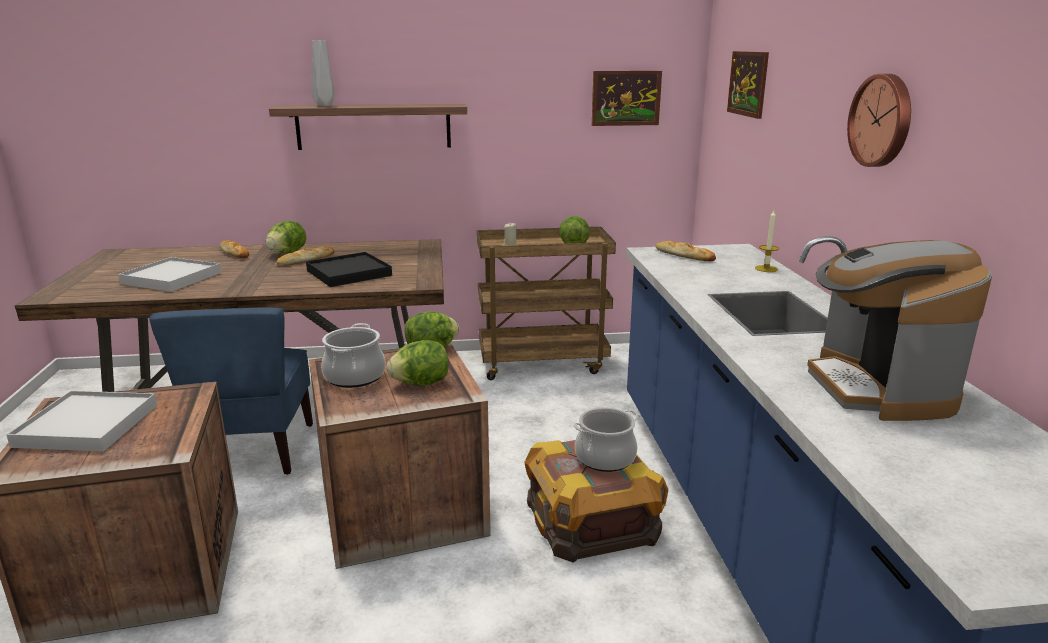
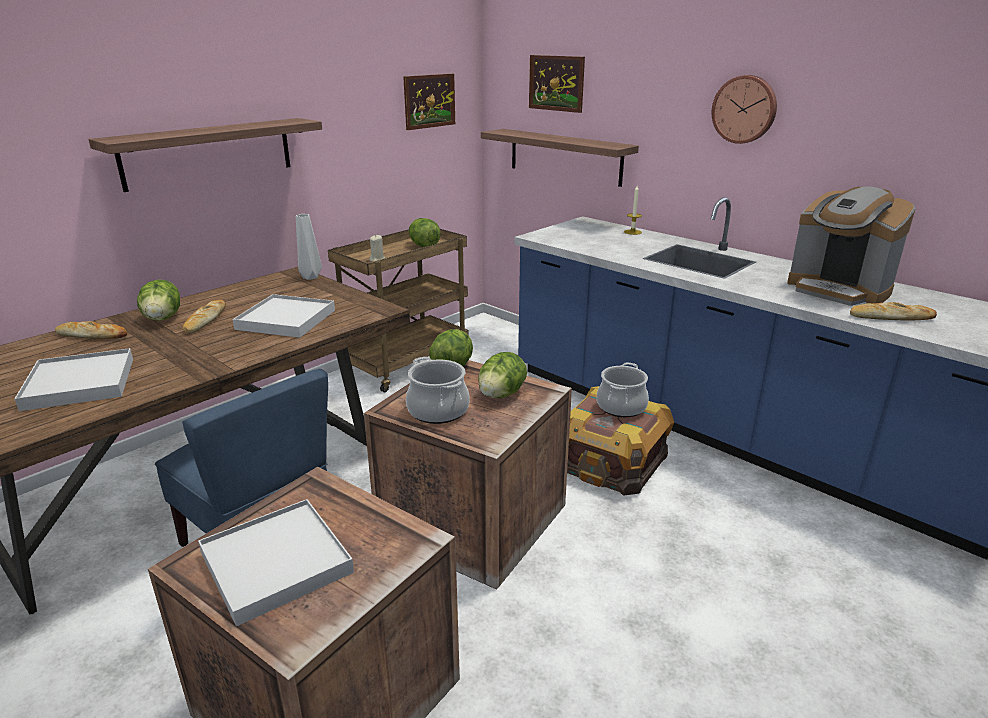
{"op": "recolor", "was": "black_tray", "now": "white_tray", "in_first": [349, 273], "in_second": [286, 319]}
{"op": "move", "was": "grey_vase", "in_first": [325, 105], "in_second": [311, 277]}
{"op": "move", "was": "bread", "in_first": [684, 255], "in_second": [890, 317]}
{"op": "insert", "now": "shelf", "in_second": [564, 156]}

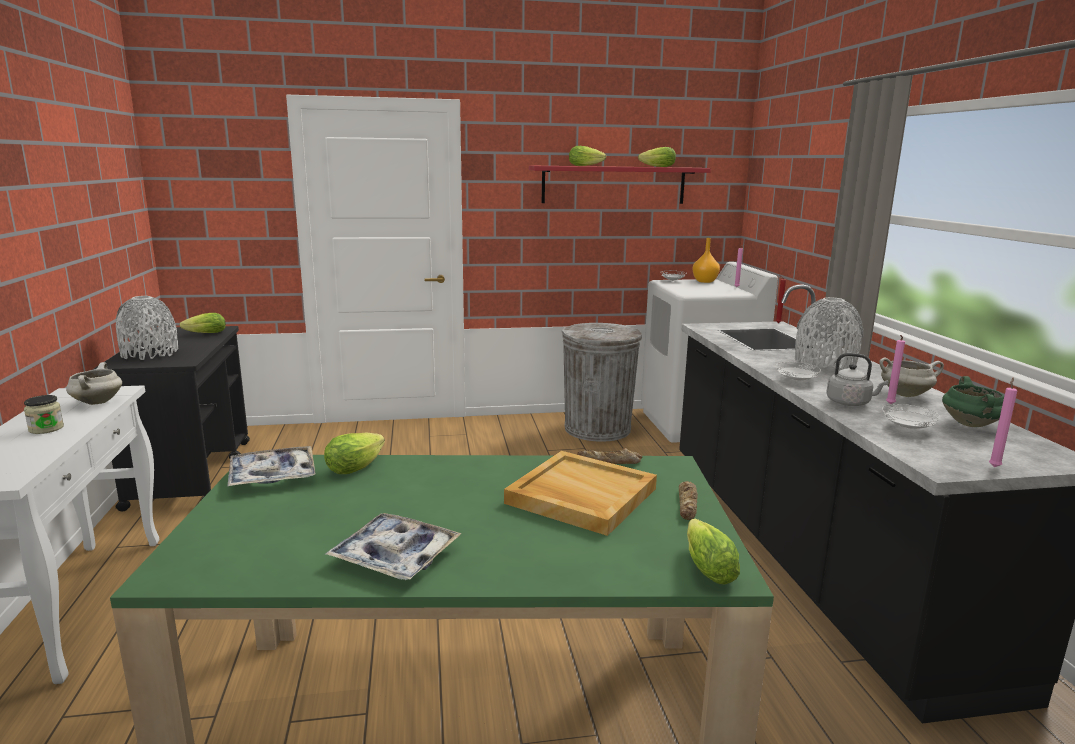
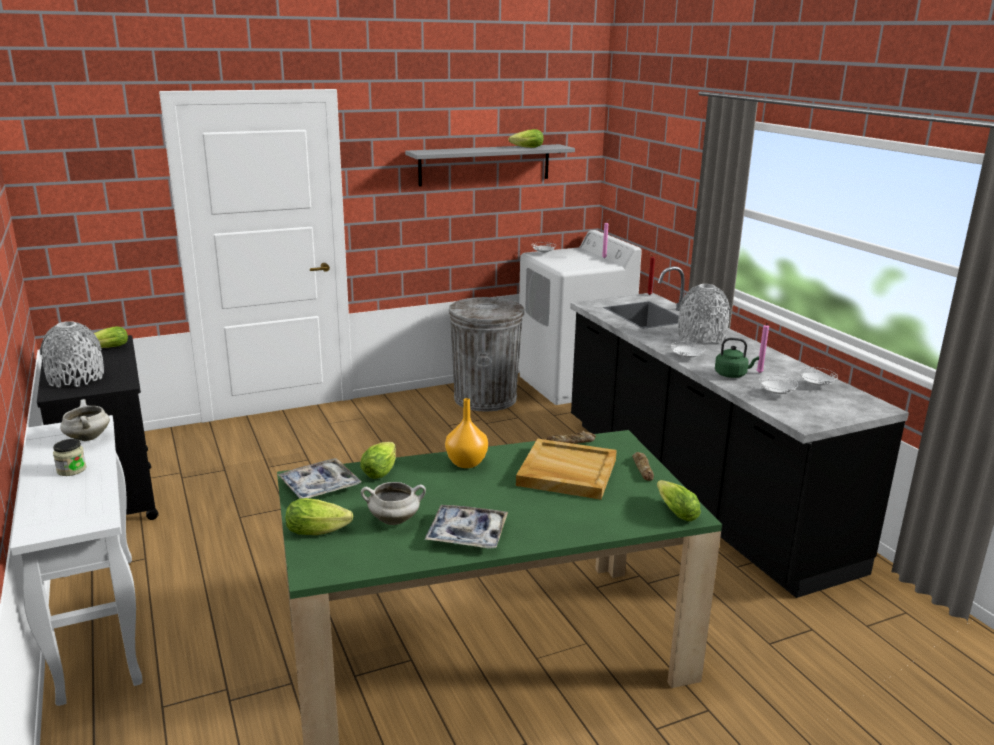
{"op": "recolor", "was": "red_shelf", "now": "grey_shelf", "in_first": [613, 185], "in_second": [485, 164]}
{"op": "move", "was": "lettuce", "in_first": [587, 166], "in_second": [320, 530]}
{"op": "move", "was": "orange_vase", "in_first": [704, 281], "in_second": [465, 463]}
{"op": "recolor", "was": "grey_kettle", "now": "green_kettle", "in_first": [850, 403], "in_second": [732, 375]}
{"op": "move", "was": "white_cooking_pot", "in_first": [906, 394], "in_second": [394, 520]}
{"op": "replace", "was": "green_cooking_pot", "now": "white_plate", "in_first": [971, 425], "in_second": [816, 385]}
{"op": "delete", "was": "pink_candle", "in_first": [994, 466]}

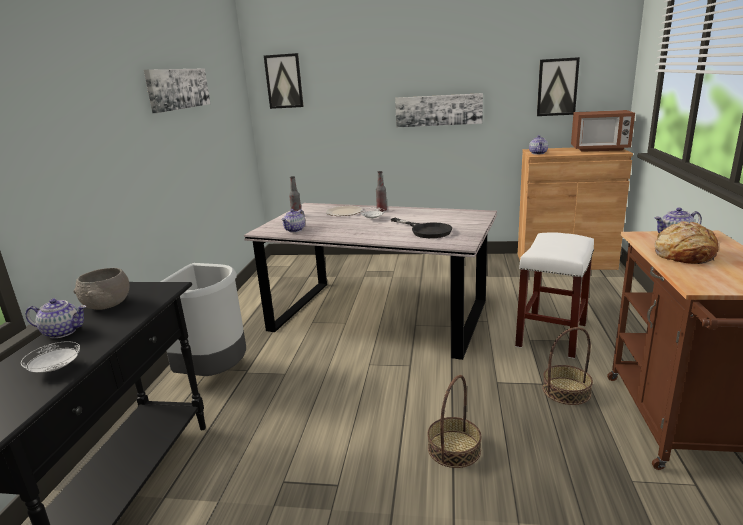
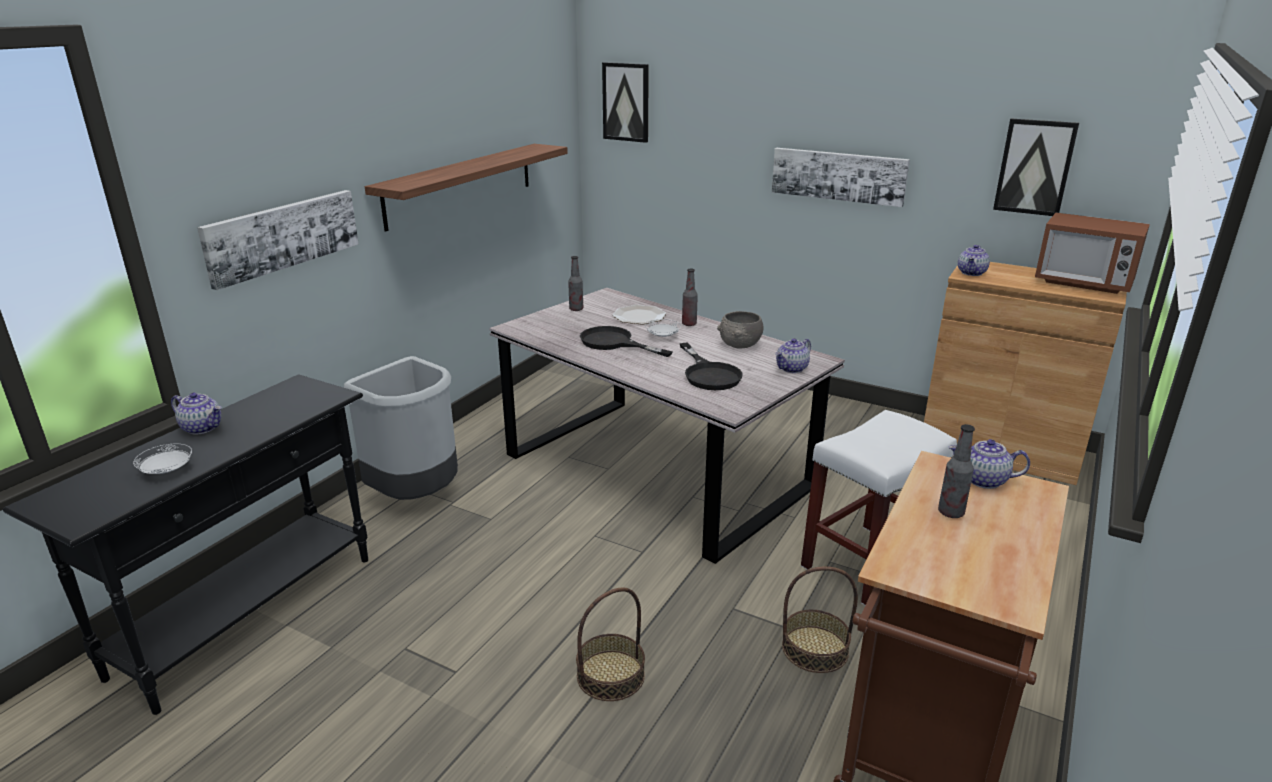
{"op": "move", "was": "grey_bowl", "in_first": [107, 305], "in_second": [740, 345]}
{"op": "move", "was": "picture", "in_first": [178, 89], "in_second": [282, 236]}
{"op": "move", "was": "teapot", "in_first": [295, 230], "in_second": [792, 369]}
{"op": "replace", "was": "bread", "now": "bottle", "in_first": [684, 254], "in_second": [950, 513]}
{"op": "insert", "now": "shelf", "in_second": [461, 184]}
{"op": "insert", "now": "black_frying_pan", "in_second": [614, 343]}

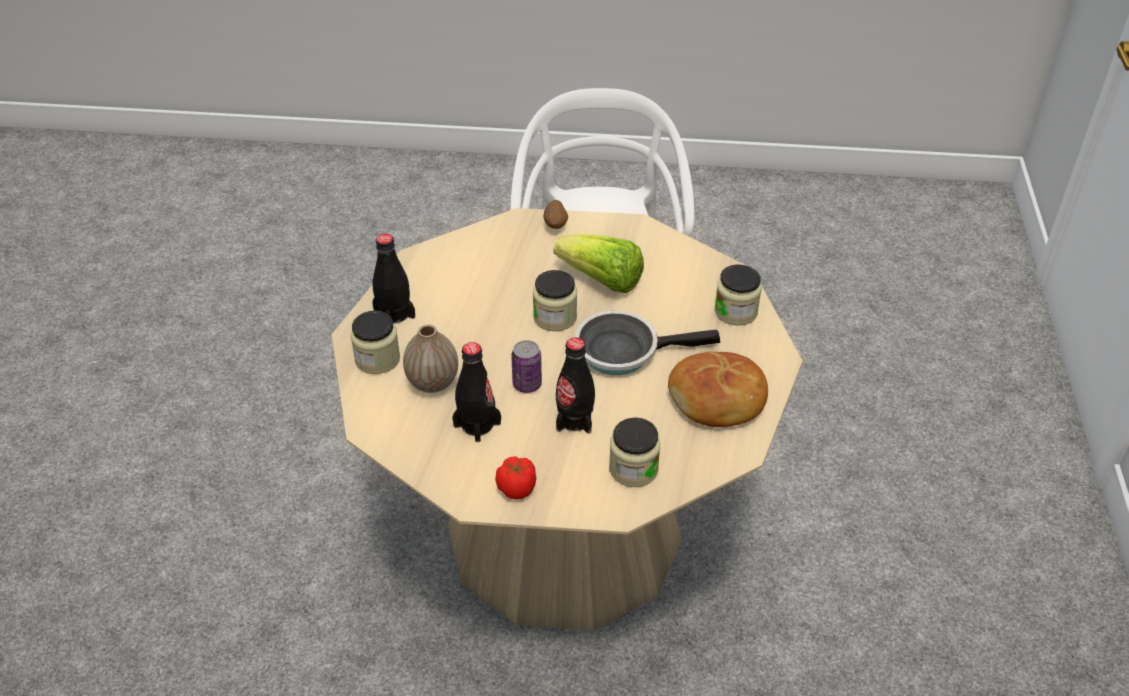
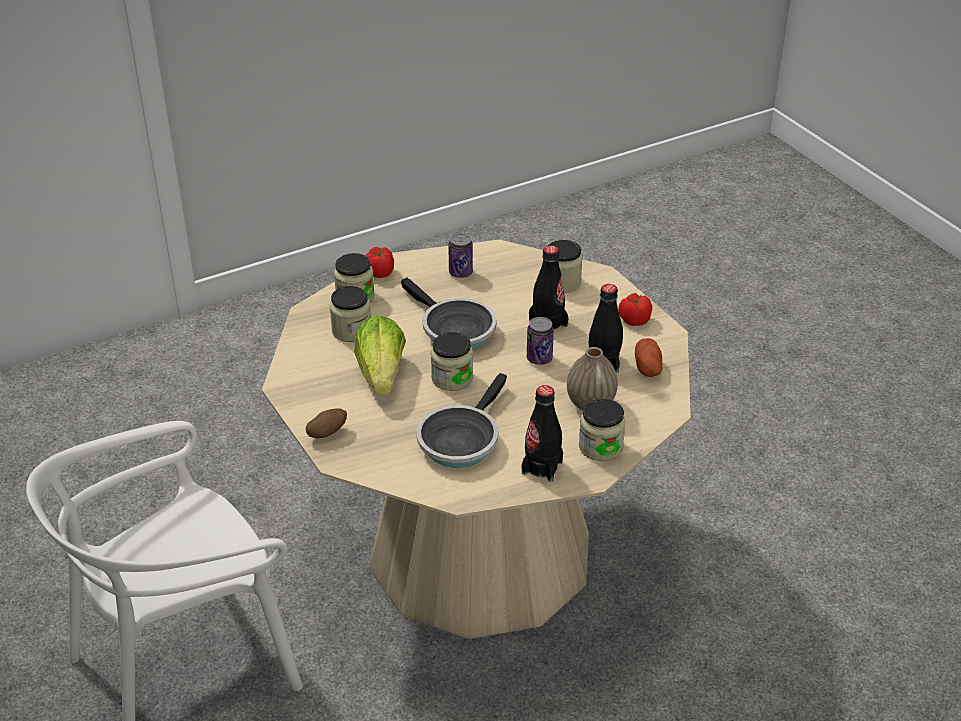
{"op": "replace", "was": "bread", "now": "can", "in_first": [718, 400], "in_second": [460, 273]}
{"op": "insert", "now": "jar", "in_second": [351, 330]}
{"op": "insert", "now": "tomato", "in_second": [380, 272]}
{"op": "insert", "now": "frying_pan", "in_second": [460, 440]}
{"op": "insert", "now": "potato", "in_second": [648, 367]}

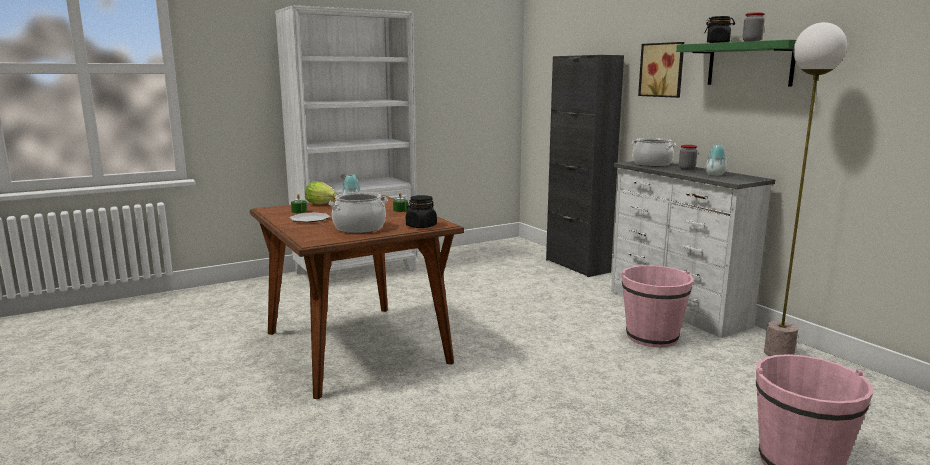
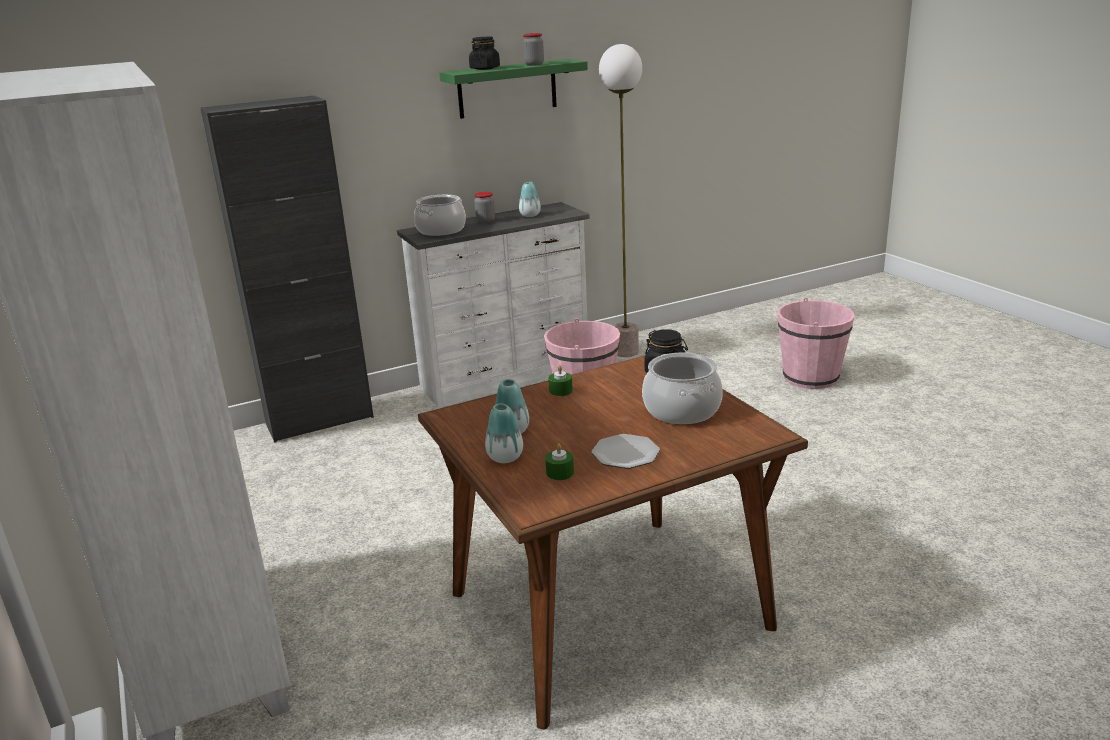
{"op": "replace", "was": "lettuce", "now": "vase", "in_first": [322, 205], "in_second": [505, 457]}
{"op": "delete", "was": "picture", "in_first": [663, 70]}

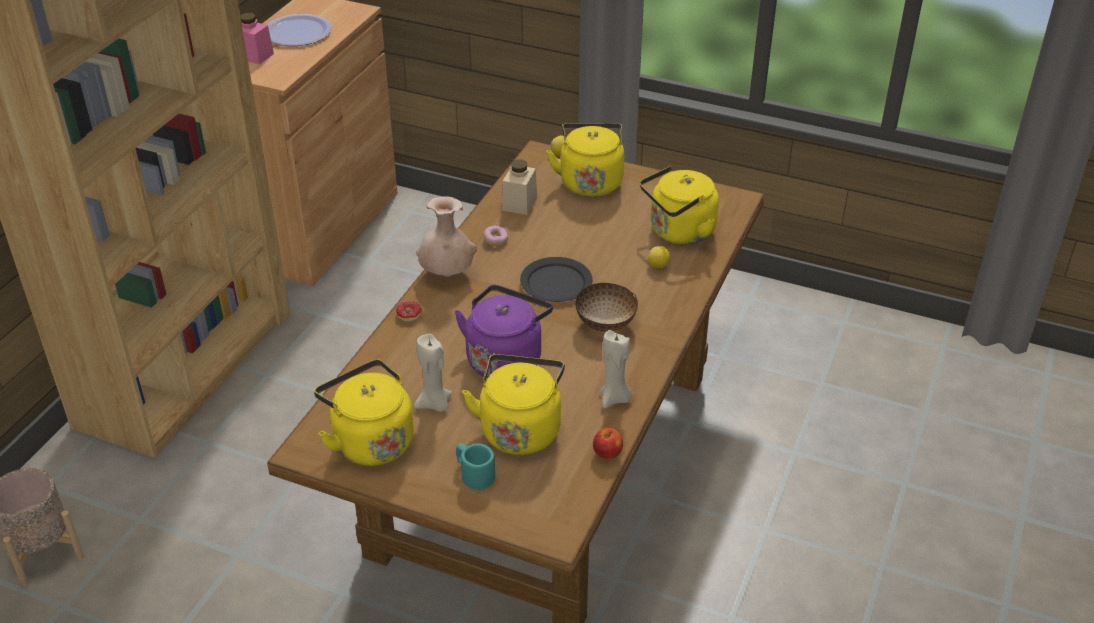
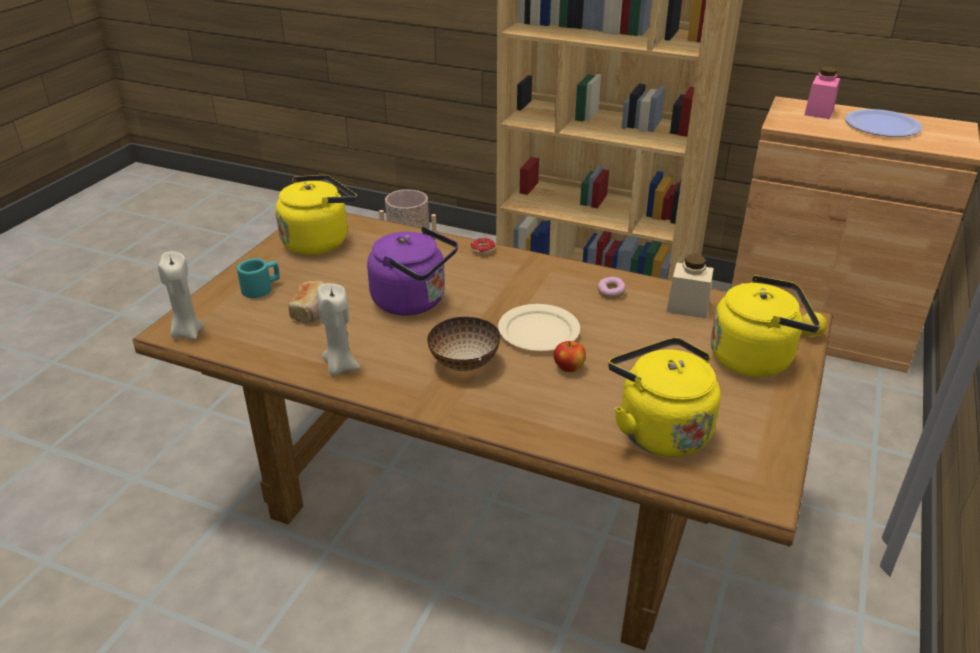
{"op": "move", "was": "beige_candle", "in_first": [435, 404], "in_second": [187, 332]}
{"op": "delete", "was": "beige_vase", "in_first": [447, 274]}
{"op": "replace", "was": "yellow_kettle", "now": "bread", "in_first": [520, 428], "in_second": [312, 311]}
{"op": "recolor", "was": "black_plate", "now": "beige_plate", "in_first": [555, 282], "in_second": [539, 331]}
{"op": "move", "was": "apple", "in_first": [607, 454], "in_second": [569, 368]}
{"op": "delete", "was": "lemon", "in_first": [658, 266]}

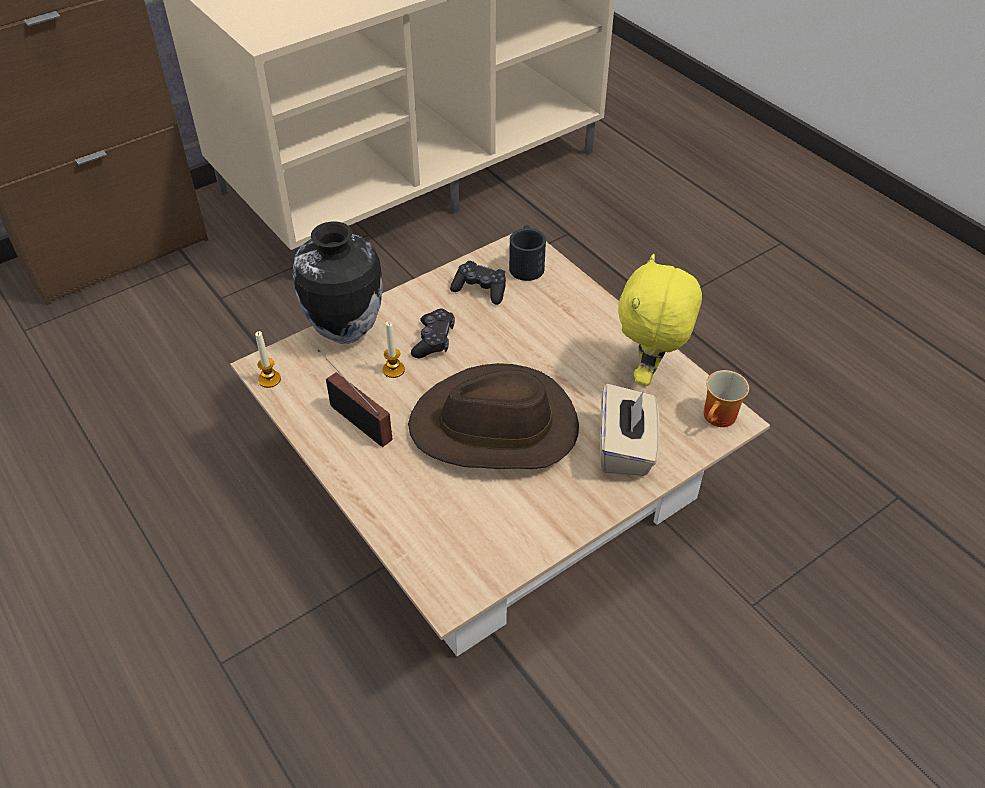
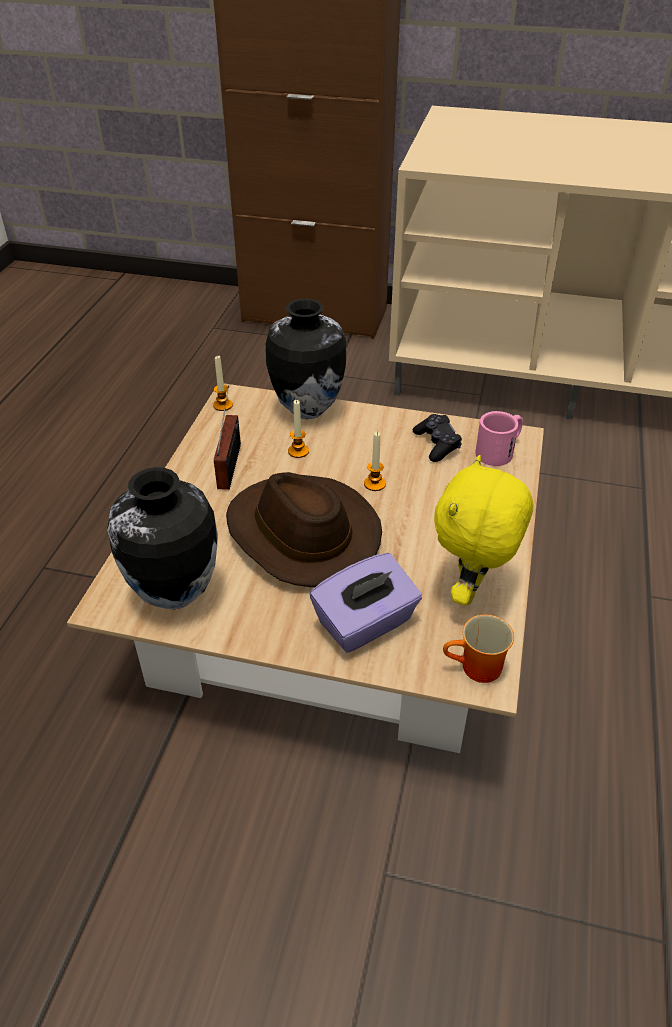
{"op": "delete", "was": "black_game_controller", "in_first": [434, 340]}
{"op": "recolor", "was": "black_mug", "now": "pink_mug", "in_first": [526, 264], "in_second": [499, 451]}
{"op": "recolor", "was": "beige_tissue_box", "now": "purple_tissue_box", "in_first": [625, 448], "in_second": [365, 623]}
{"op": "rotate", "was": "yellow_plush_toy", "in_first": [649, 374], "in_second": [472, 591], "clockwise": -45}
{"op": "insert", "now": "vase", "in_second": [174, 595]}
{"op": "insert", "now": "candle", "in_second": [374, 484]}

